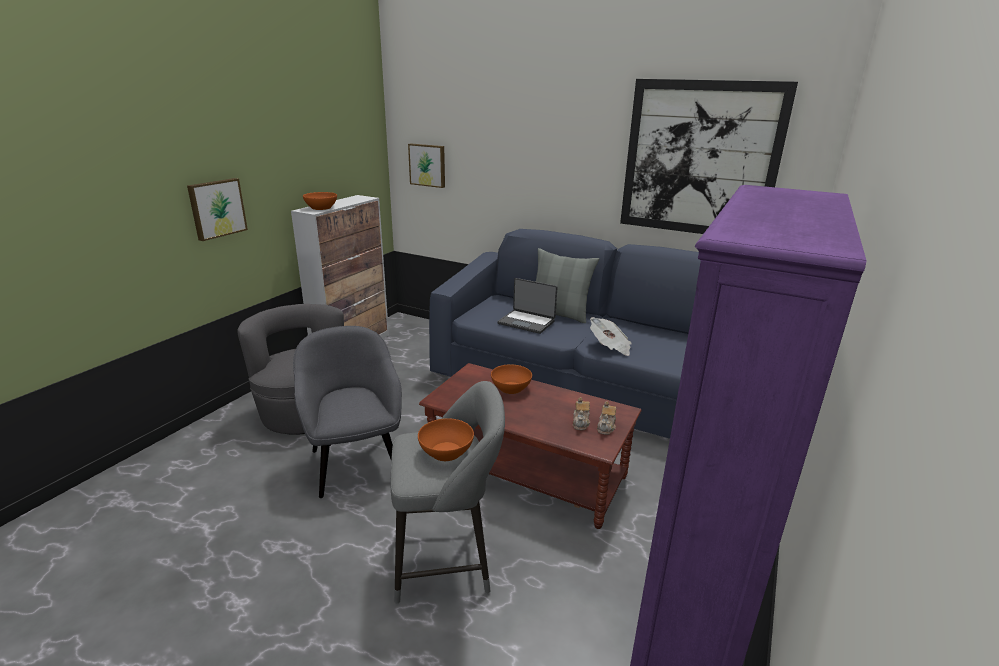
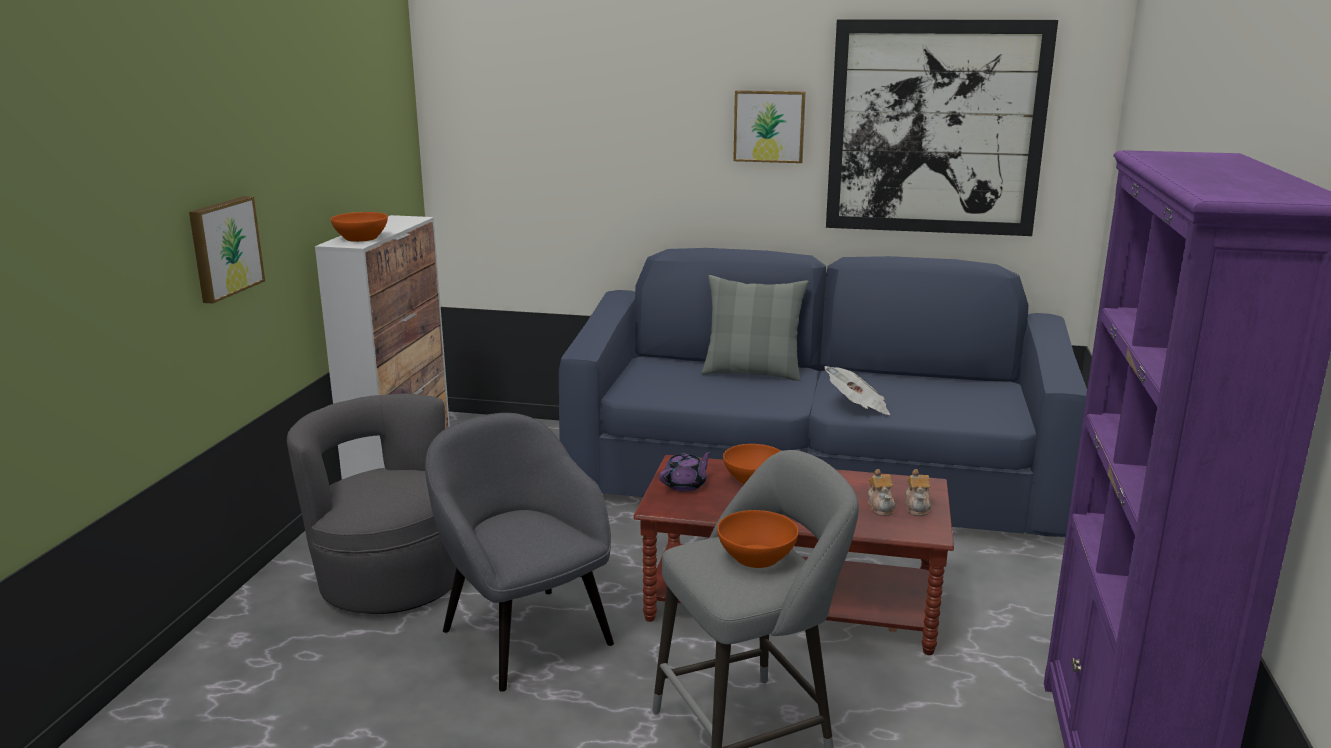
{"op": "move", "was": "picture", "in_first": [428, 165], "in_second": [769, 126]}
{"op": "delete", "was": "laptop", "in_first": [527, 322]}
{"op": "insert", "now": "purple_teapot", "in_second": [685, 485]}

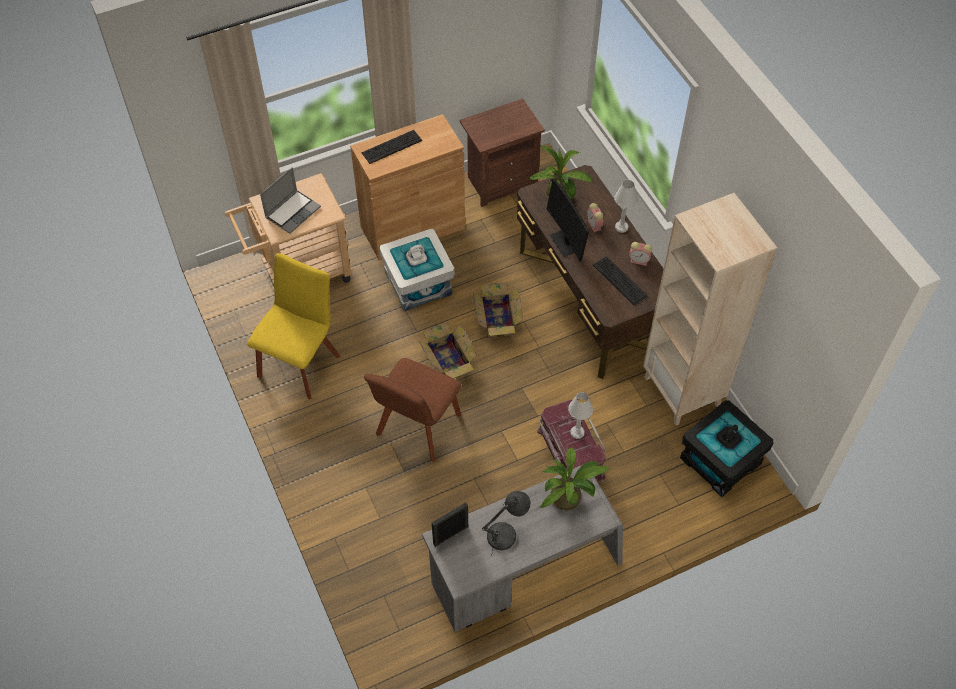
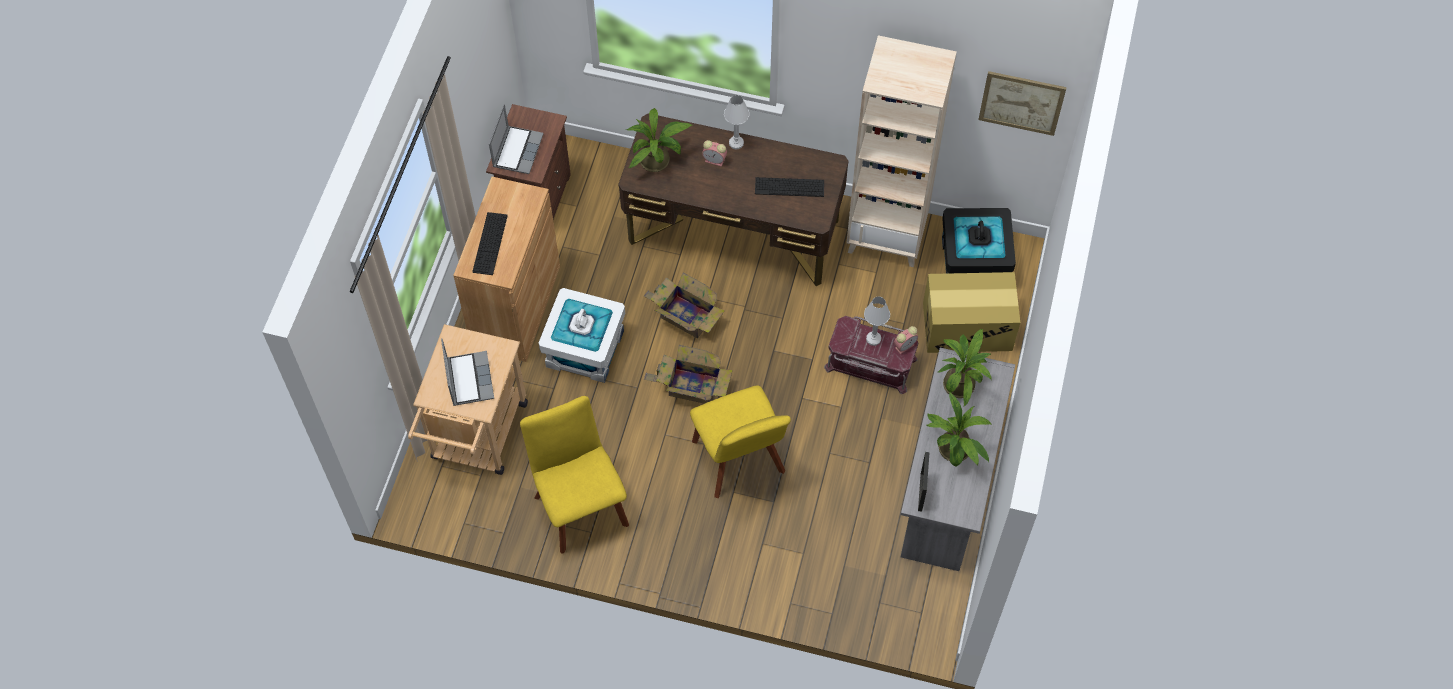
{"op": "recolor", "was": "brown_chair", "now": "yellow_chair", "in_first": [417, 428], "in_second": [739, 461]}
{"op": "replace", "was": "grey_table_lamp", "now": "potted_plant", "in_first": [505, 535], "in_second": [955, 453]}
{"op": "delete", "was": "monitor", "in_first": [567, 242]}
{"op": "move", "was": "alarm_clock", "in_first": [639, 260], "in_second": [905, 345]}
{"op": "insert", "now": "laptop", "in_second": [517, 150]}
{"op": "insert", "now": "cardboard_box", "in_second": [967, 326]}
{"op": "insert", "now": "picture", "in_second": [1021, 102]}

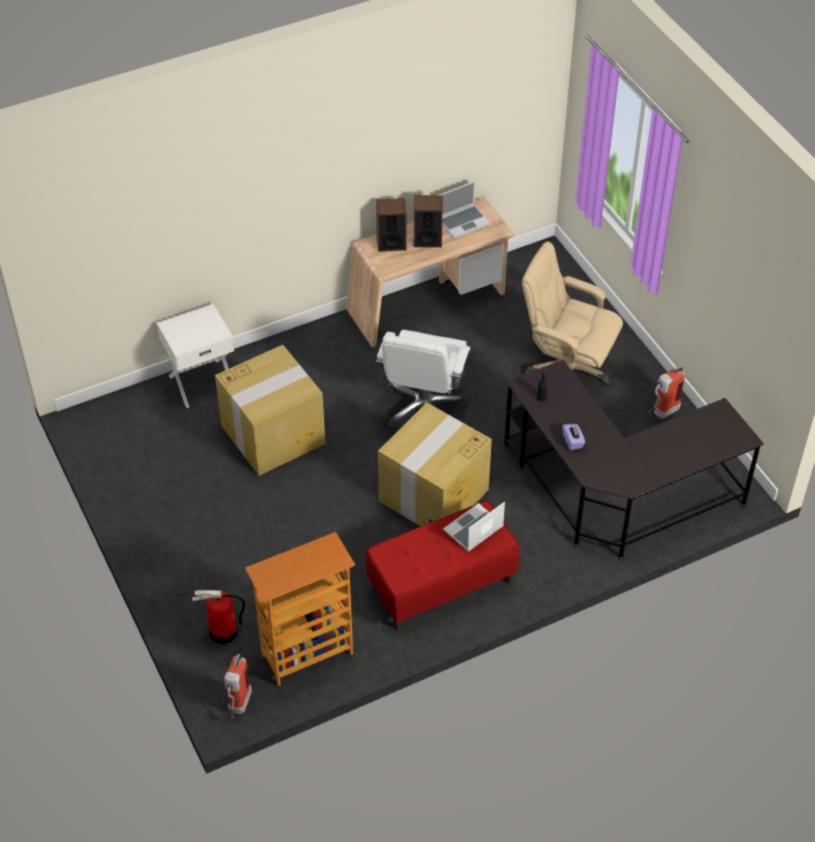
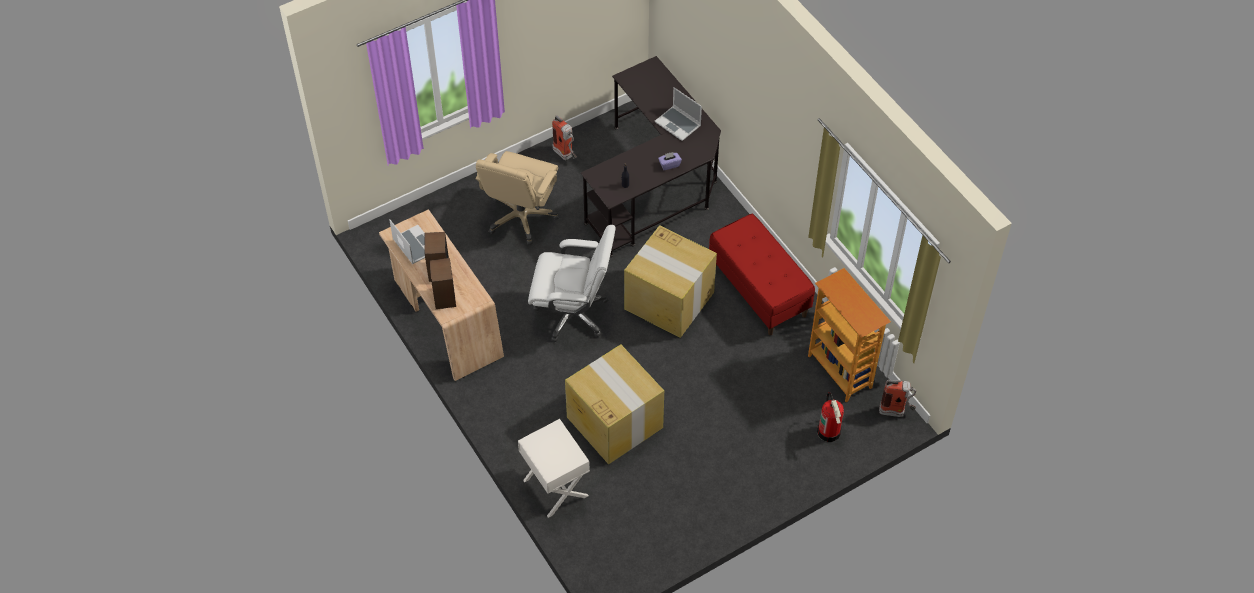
{"op": "move", "was": "laptop", "in_first": [473, 529], "in_second": [678, 124]}

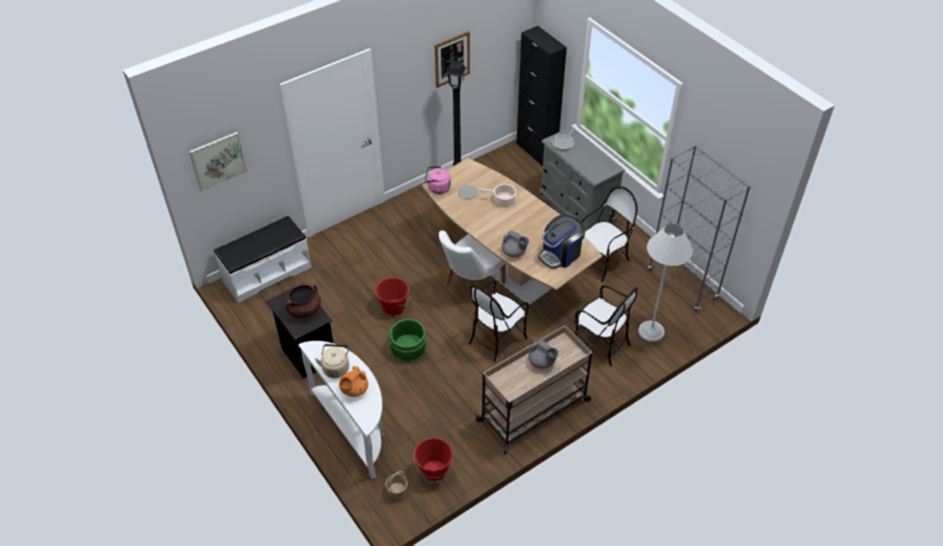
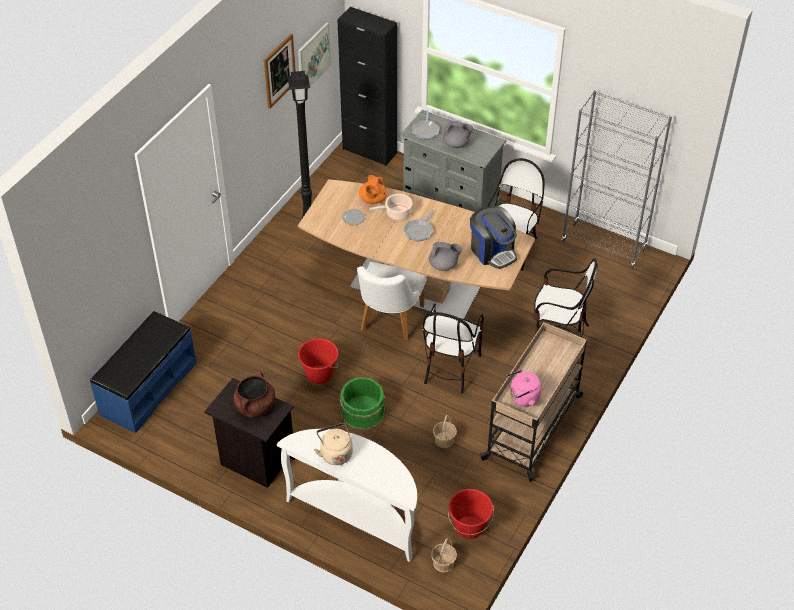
{"op": "move", "was": "picture", "in_first": [218, 161], "in_second": [313, 58]}
{"op": "recolor", "was": "white_bench", "now": "blue_bench", "in_first": [266, 273], "in_second": [148, 388]}
{"op": "move", "was": "orange_teapot", "in_first": [354, 390], "in_second": [373, 200]}
{"op": "move", "was": "pink_kettle", "in_first": [437, 188], "in_second": [522, 398]}
{"op": "move", "was": "grey_teapot", "in_first": [542, 362], "in_second": [456, 144]}
{"op": "rotate", "was": "coffee_machine", "in_first": [560, 254], "in_second": [492, 251], "clockwise": -60}
{"op": "delete", "was": "white_floor_lamp", "in_first": [651, 331]}
{"op": "insert", "now": "frying_pan", "in_second": [419, 231]}
{"op": "insert", "now": "basket", "in_second": [444, 440]}

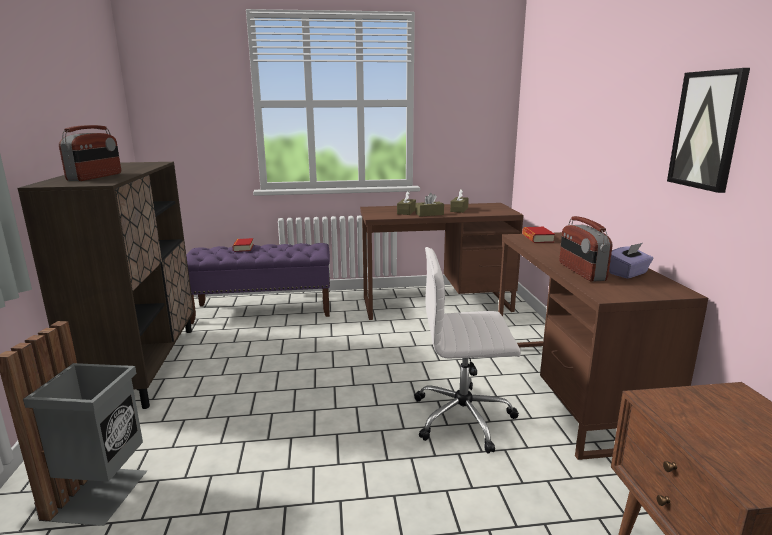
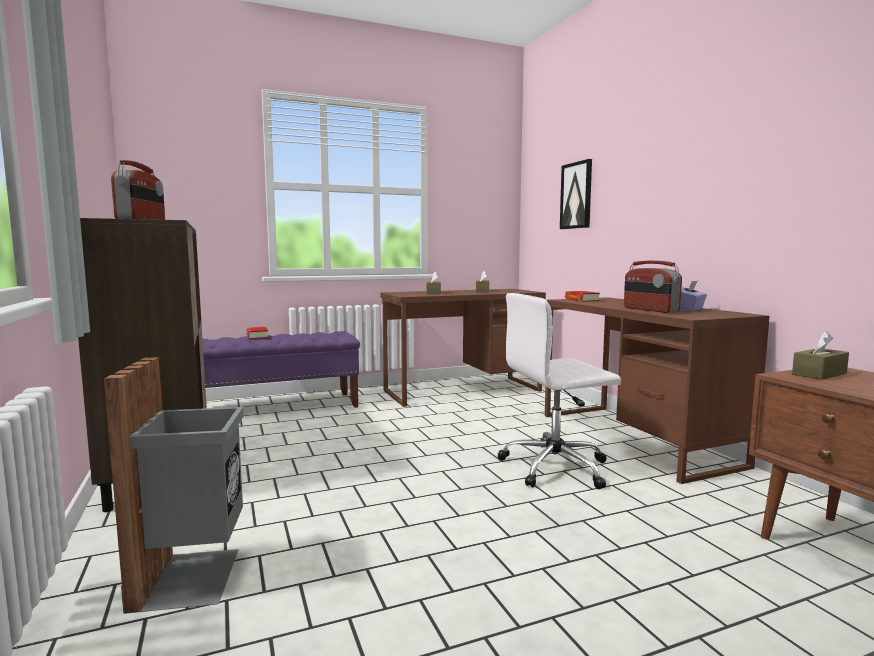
{"op": "move", "was": "brown_tissue_box", "in_first": [429, 214], "in_second": [819, 374]}
{"op": "move", "was": "picture", "in_first": [707, 130], "in_second": [576, 195]}

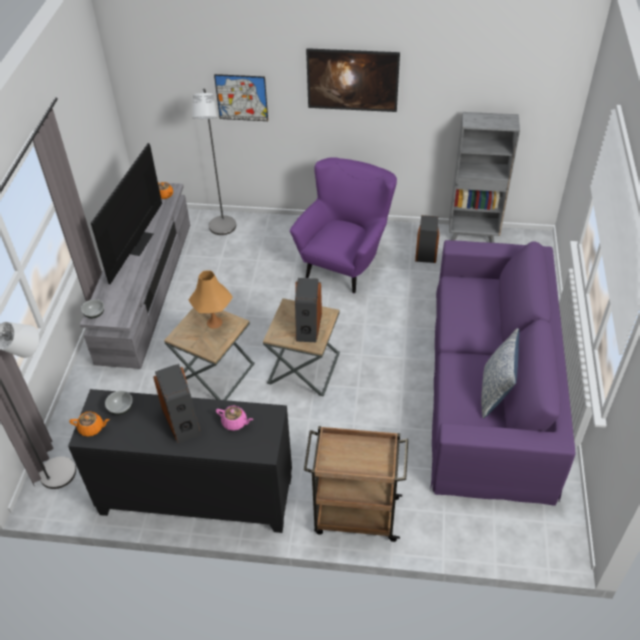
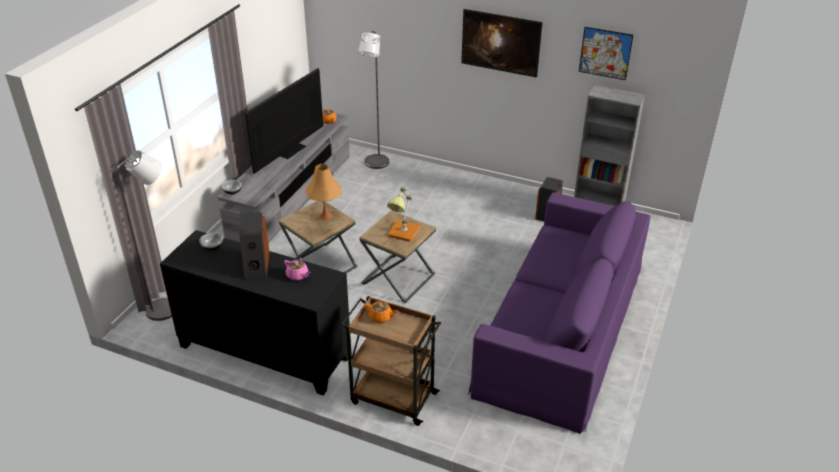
{"op": "move", "was": "orange_teapot", "in_first": [92, 428], "in_second": [381, 317]}
{"op": "move", "was": "picture", "in_first": [241, 97], "in_second": [605, 53]}
{"op": "delete", "was": "purple_armchair", "in_first": [345, 262]}
{"op": "replace", "was": "speaker", "now": "table_lamp", "in_first": [308, 326], "in_second": [402, 234]}
{"op": "delete", "was": "pillow", "in_first": [495, 392]}

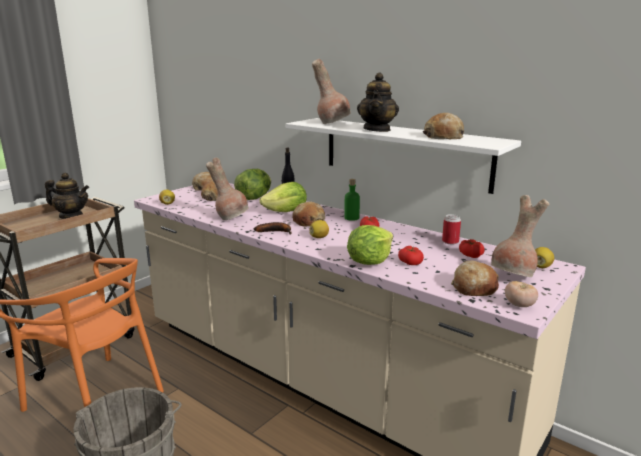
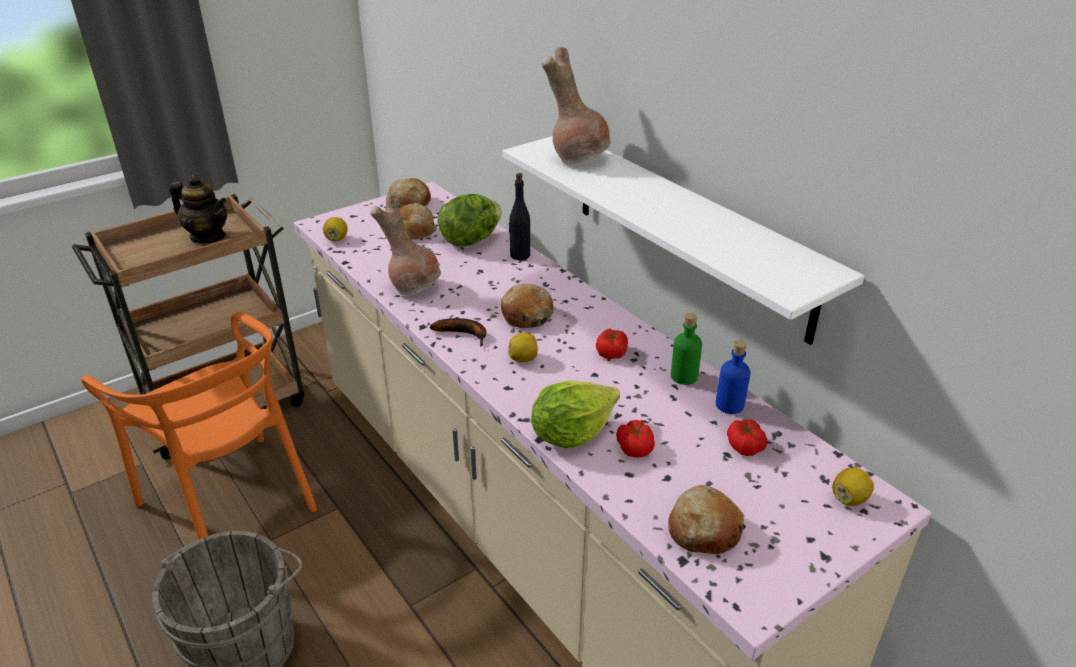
{"op": "delete", "was": "lettuce", "in_first": [286, 212]}
{"op": "move", "was": "green_bottle", "in_first": [351, 218], "in_second": [684, 376]}
{"op": "delete", "was": "teapot", "in_first": [377, 129]}
{"op": "delete", "was": "bread", "in_first": [444, 136]}
{"op": "replace", "was": "can", "now": "blue_bottle", "in_first": [450, 242], "in_second": [729, 405]}
{"op": "delete", "was": "brown_vase", "in_first": [513, 276]}
{"op": "delete", "was": "tomato", "in_first": [519, 305]}

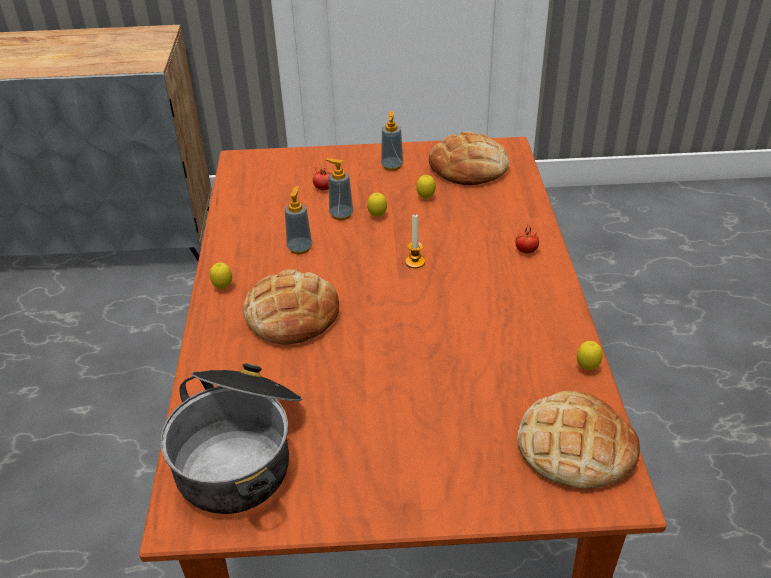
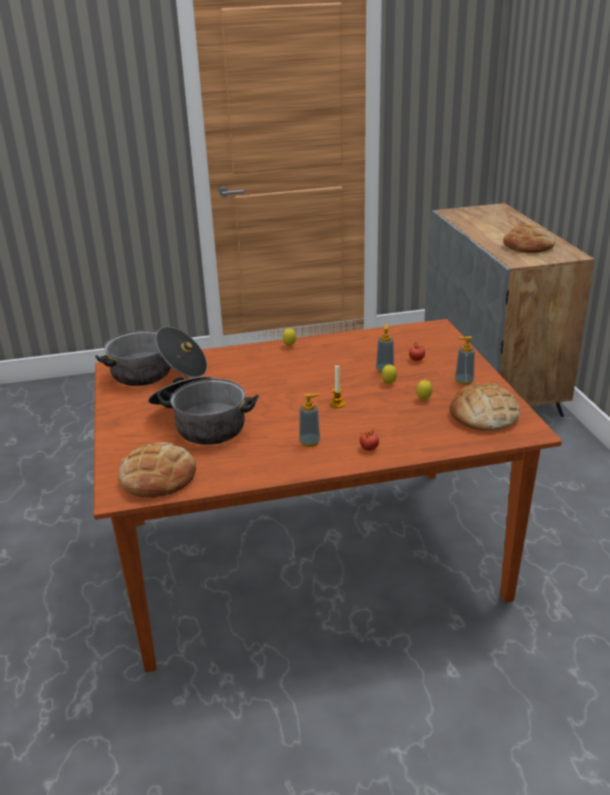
{"op": "move", "was": "bread", "in_first": [292, 314], "in_second": [528, 246]}
{"op": "move", "was": "soap_dispenser", "in_first": [300, 248], "in_second": [310, 442]}
{"op": "delete", "was": "lemon", "in_first": [587, 368]}
{"op": "insert", "now": "cooking_pot", "in_second": [201, 423]}

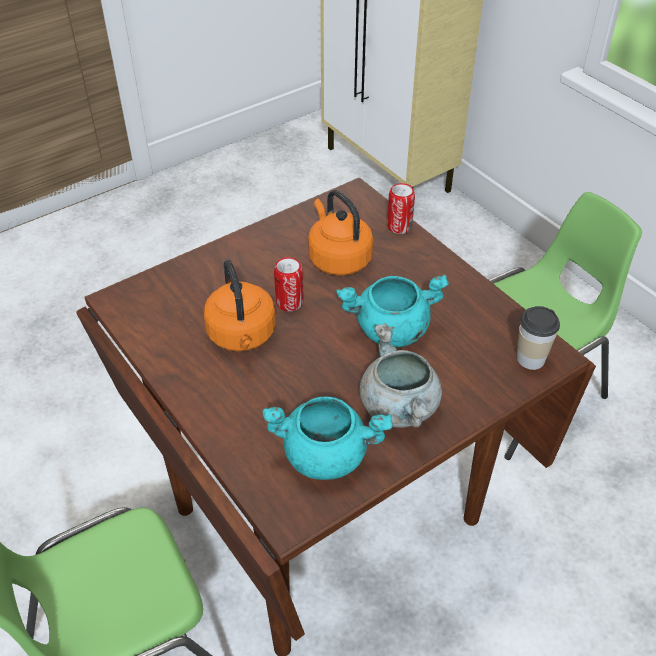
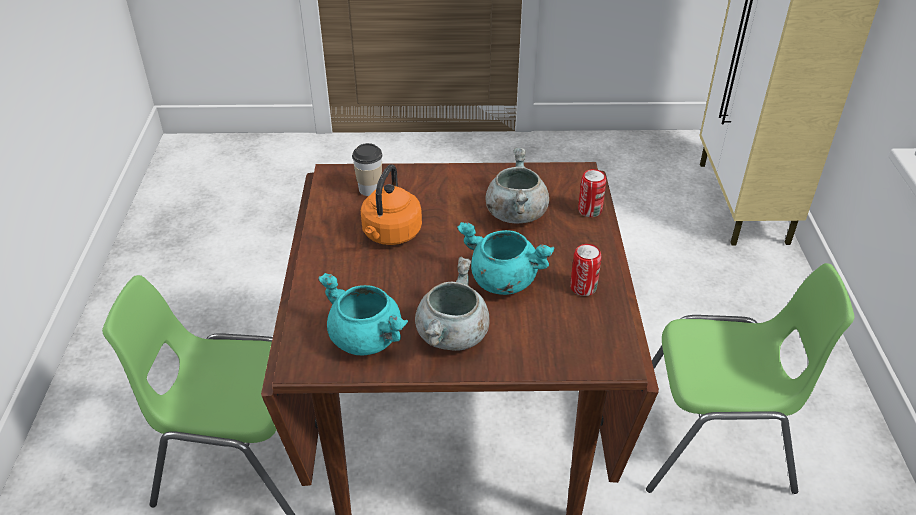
{"op": "move", "was": "can", "in_first": [289, 302], "in_second": [583, 287]}
{"op": "replace", "was": "orange_kettle", "now": "grey_cooking_pot", "in_first": [338, 258], "in_second": [515, 213]}
{"op": "move", "was": "cup", "in_first": [530, 359], "in_second": [370, 189]}

